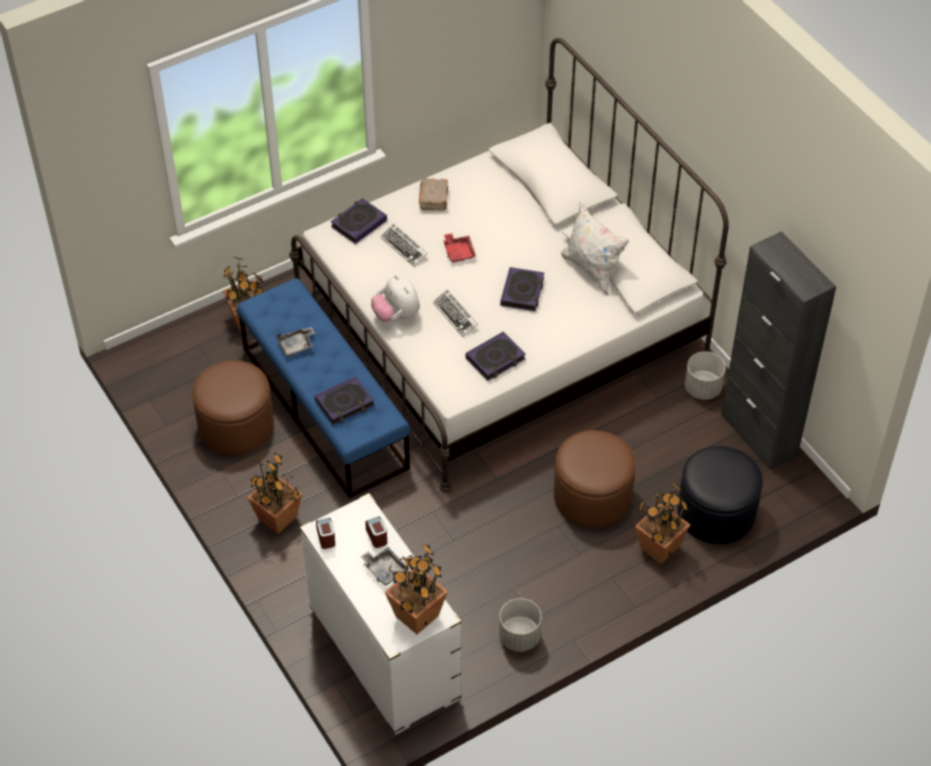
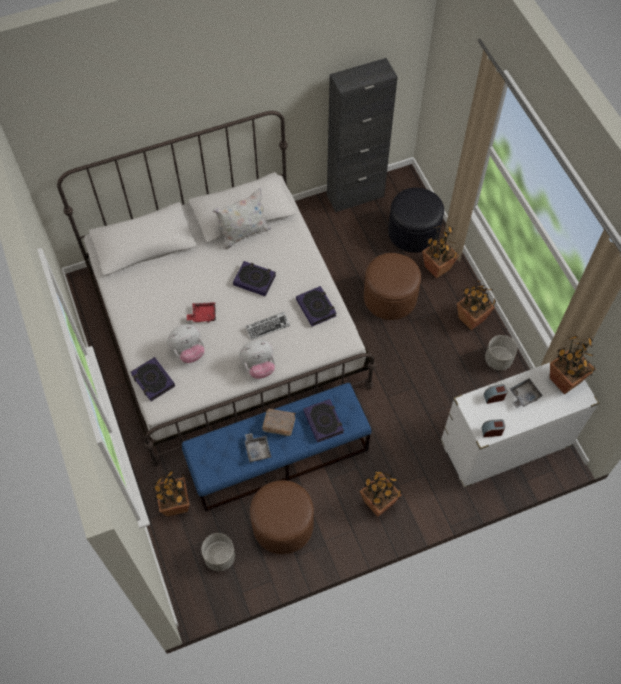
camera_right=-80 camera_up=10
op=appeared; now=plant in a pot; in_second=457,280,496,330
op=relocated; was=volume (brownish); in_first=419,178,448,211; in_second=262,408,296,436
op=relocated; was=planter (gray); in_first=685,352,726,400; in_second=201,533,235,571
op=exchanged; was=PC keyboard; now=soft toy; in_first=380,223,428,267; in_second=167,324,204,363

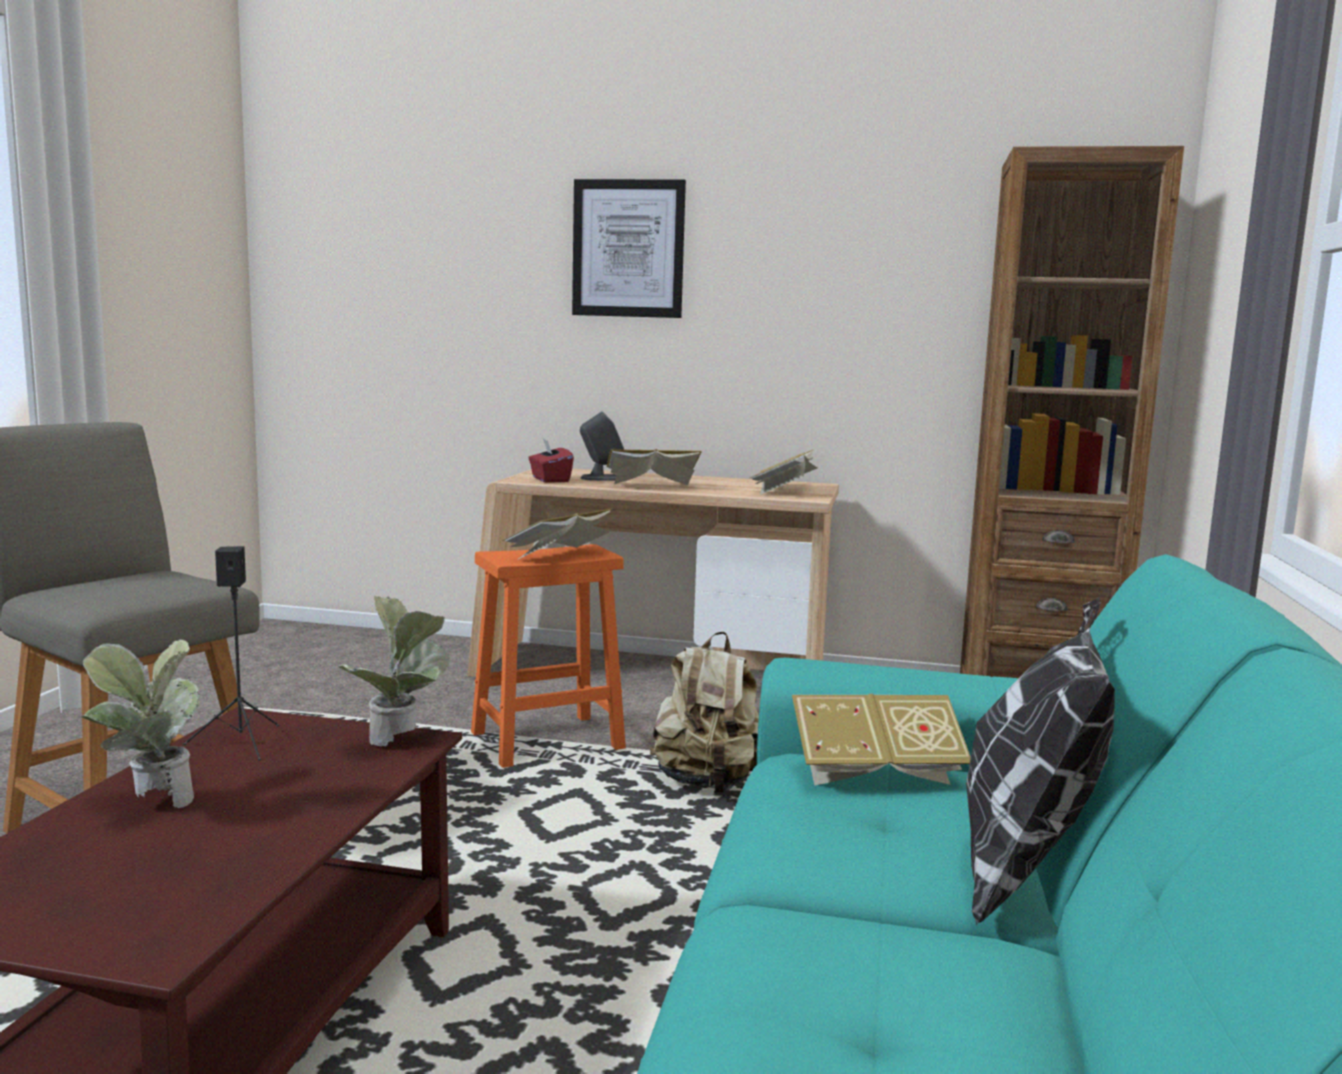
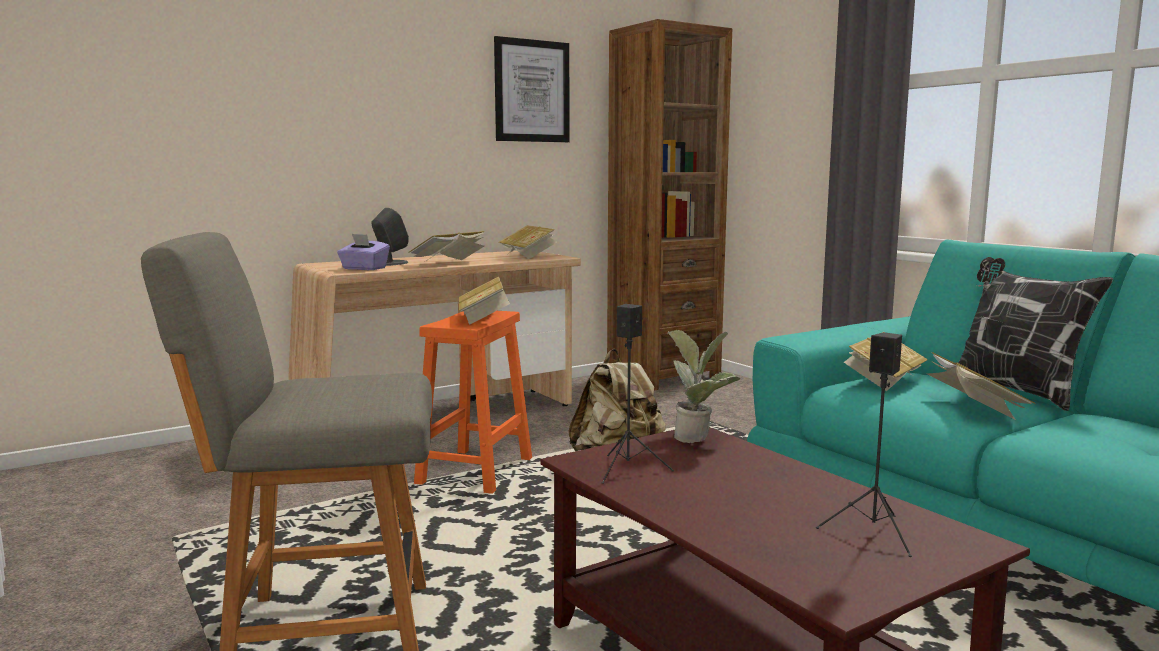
camera_right=-45 camera_up=0
op=missing; was=plant in a pot; in_first=81,639,200,808
op=appeared; now=loudspeaker (blackish); in_second=816,332,912,557
op=appeared; now=volume; in_second=928,352,1035,420
op=relocated; was=wall picture; in_first=572,179,686,318; in_second=494,36,570,142
op=colour; was=box of tissues (red-coloured); now=box of tissues (purple-coloured); in_first=528,439,574,483; in_second=337,234,390,270

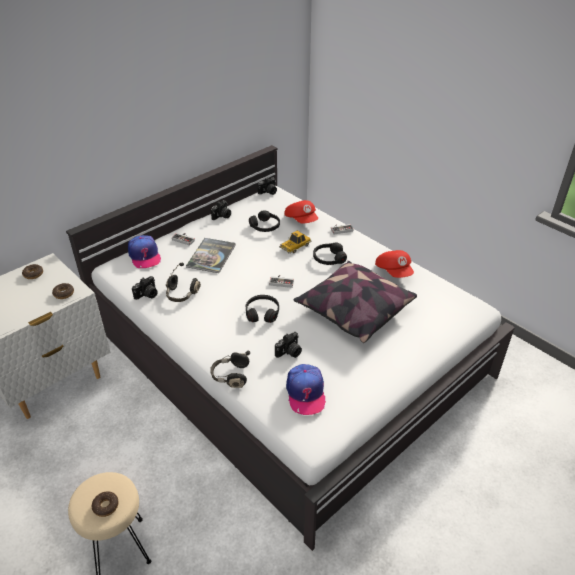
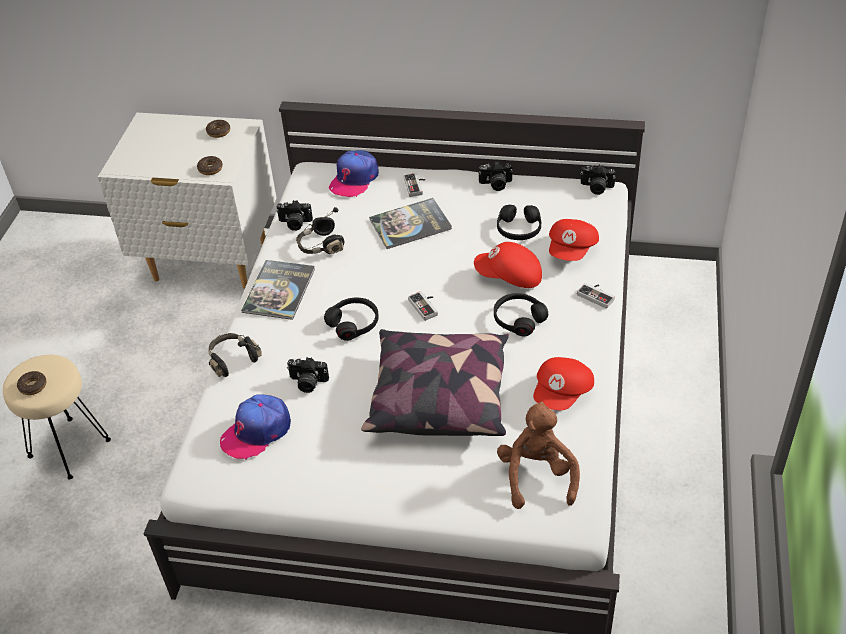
camera_right=55 camera_up=5
op=appeared; now=volume; in_second=241,260,315,320
op=appeared; now=soft toy (brownish); in_second=497,401,580,509
op=exchanged; was=toy car; now=baseball cap (red-coloured); in_first=279,230,312,254; in_second=474,242,542,288

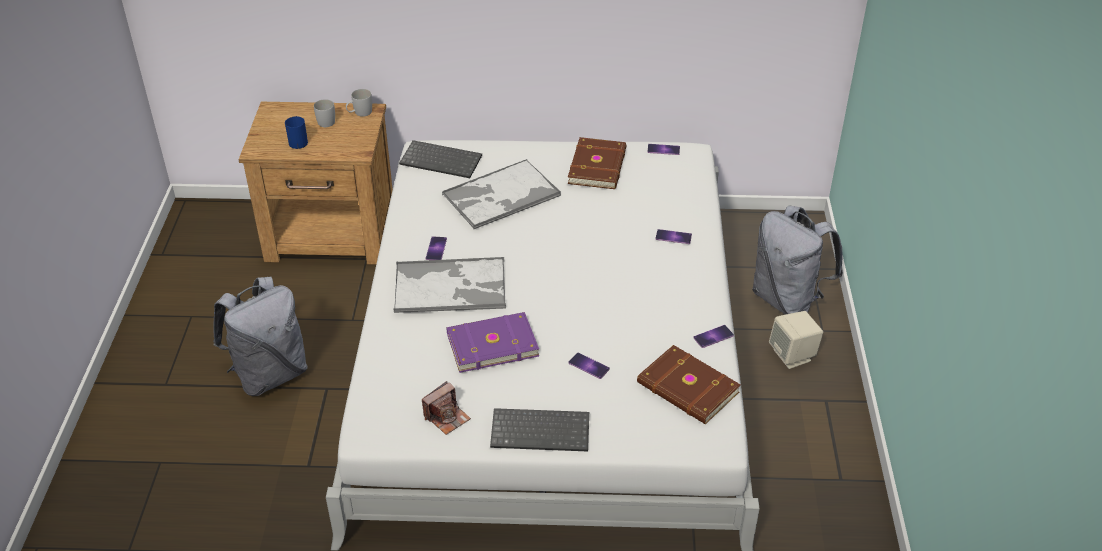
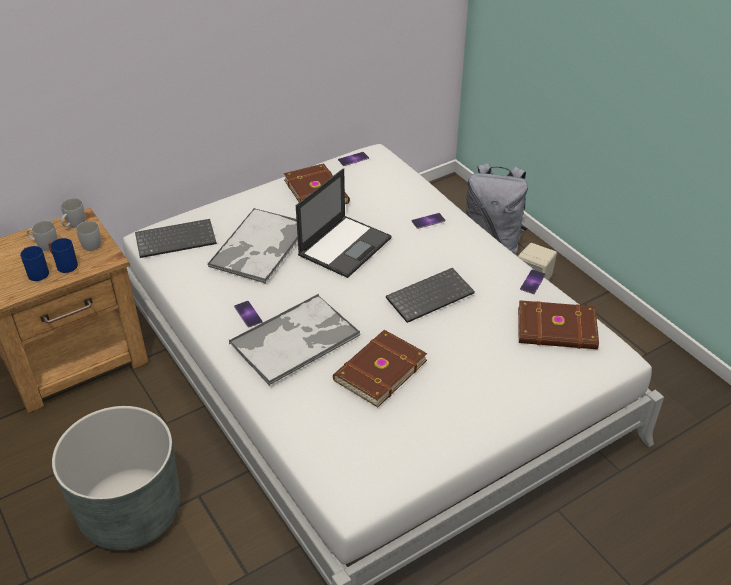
camera_right=-35 camera_up=0
op=missing; was=still camera; in_first=422,381,471,435
op=missing; was=handset; in_first=568,352,610,379
op=appeared; now=tea mug (bluish); in_second=48,238,78,273
op=appeared; now=tea mug (white); in_second=76,221,101,251
op=appeared; now=notebook computer; in_second=296,168,392,278
op=relocated; was=PC keyboard; in_first=490,408,589,452; in_second=386,268,475,323
op=exchanged; was=rucksack (gray); now=planter (gray); in_first=213,277,308,396; in_second=52,406,180,550
op=colour; was=volume (purple-coloured); now=volume (brownish); in_first=446,312,539,373; in_second=333,330,428,407

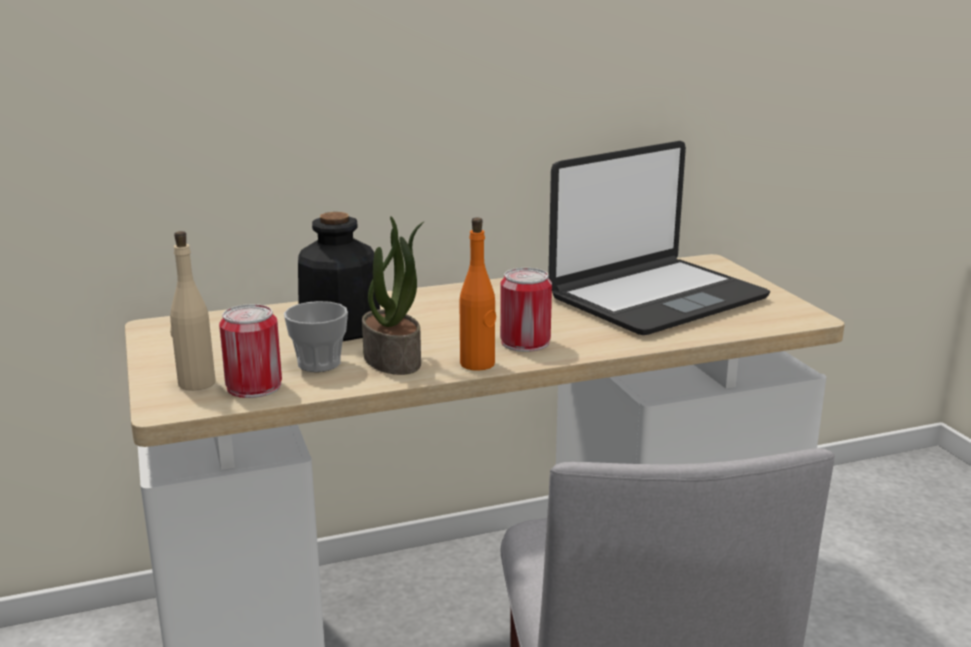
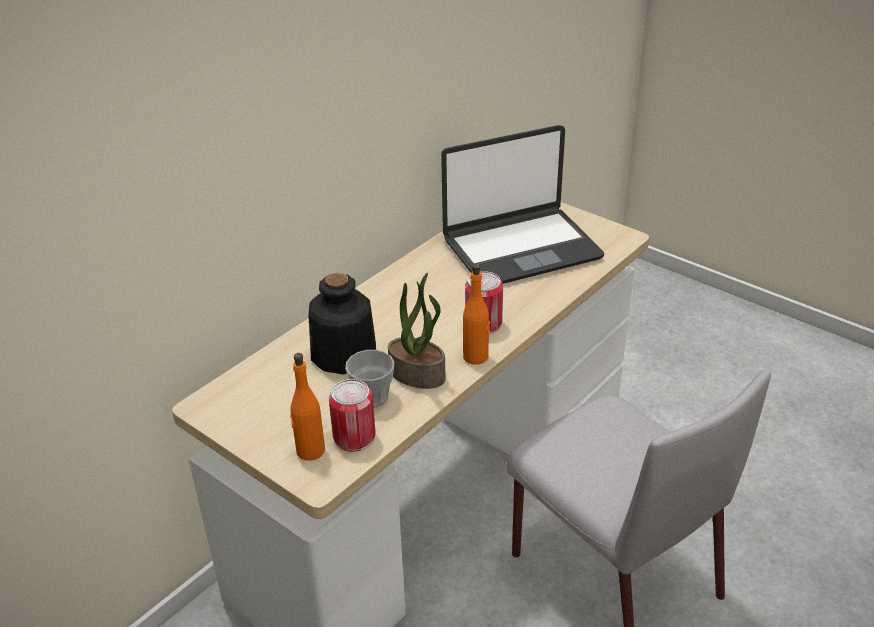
camera_right=-30 camera_up=15
op=colour; was=bottle (sand-coloured); now=bottle (orangey); in_first=170,231,215,391; in_second=290,353,325,461
op=spun; was=notebook computer; in_first=548,141,770,335; in_second=441,125,604,284; clockwise=45

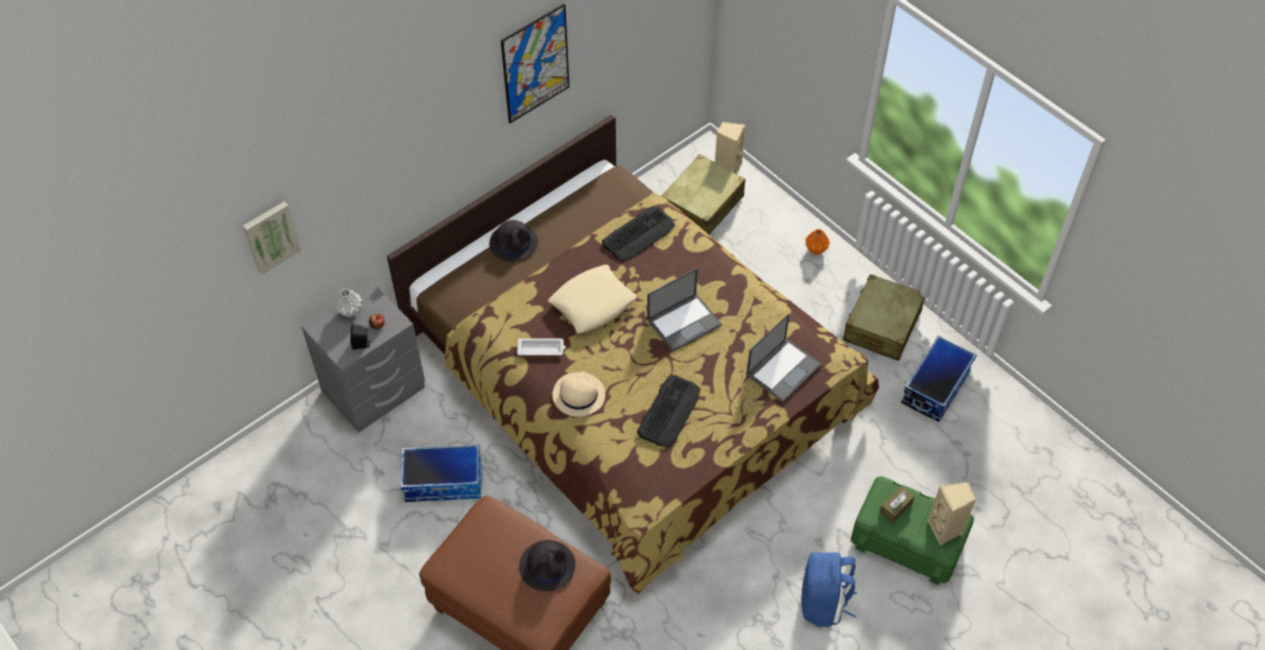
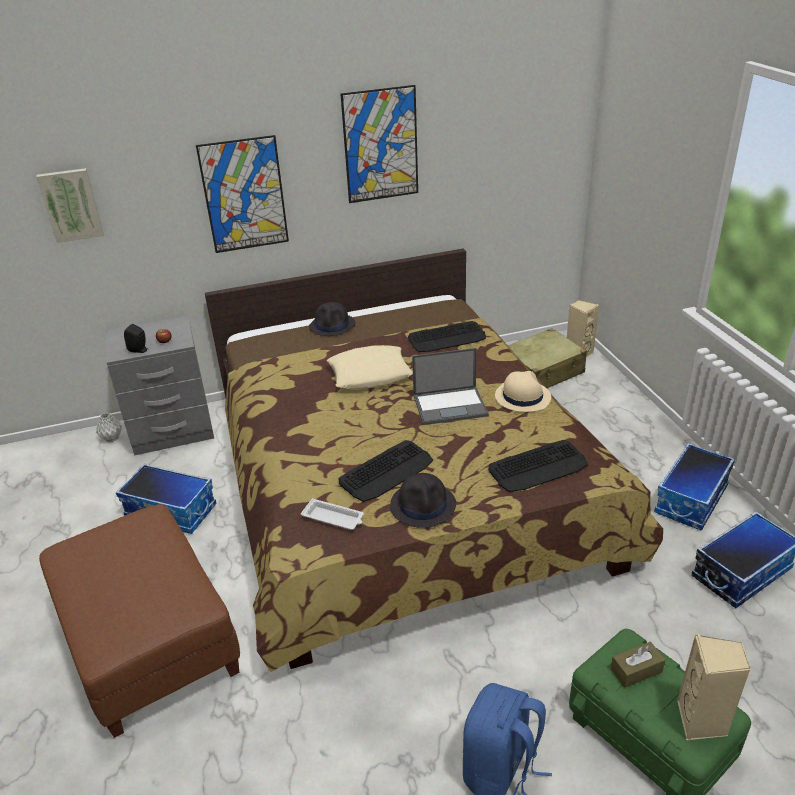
camera_right=25 camera_up=-20
op=missing; was=flower vase (orangey); in_first=805,229,830,255
op=appeared; now=wall picture; in_second=196,135,289,253
op=relocated; was=flower vase (gray); in_first=334,289,363,317; in_second=96,413,122,442
op=relocated; was=serving tray (white); in_first=517,338,566,355; in_second=301,498,364,530
op=relocated; was=wearable hat (blackish); in_first=519,540,575,591; in_second=390,473,456,528
op=relocated; was=wearable hat (sand-coloured); in_first=553,372,605,417; in_second=495,371,551,412
op=exchanged; was=notebook computer; now=PC keyboard; in_first=746,313,822,402; in_second=489,440,588,492
op=exchanged; was=suitcase (sand-coloured); now=storage bin; in_first=843,274,925,361; in_second=654,443,735,530

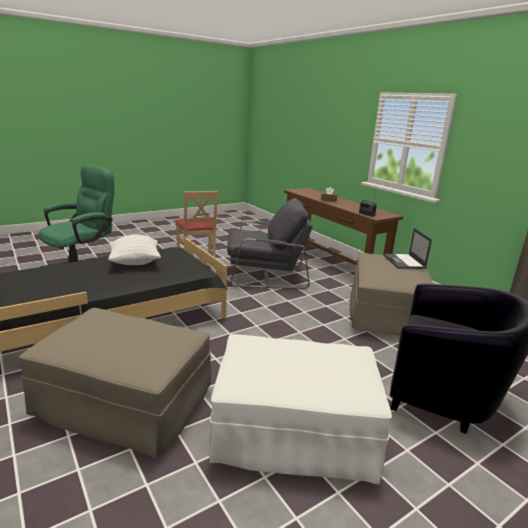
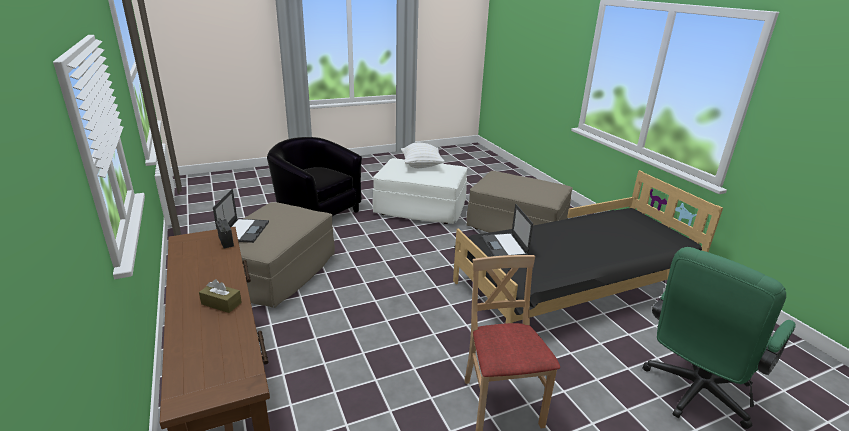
camera_right=-170 camera_up=5
op=missing; was=lounge chair (gray); in_first=227,198,313,289
op=appeared; now=notebook computer; in_second=481,204,533,256
op=relocated; was=cushion (white); in_first=108,234,161,265; in_second=401,143,445,168

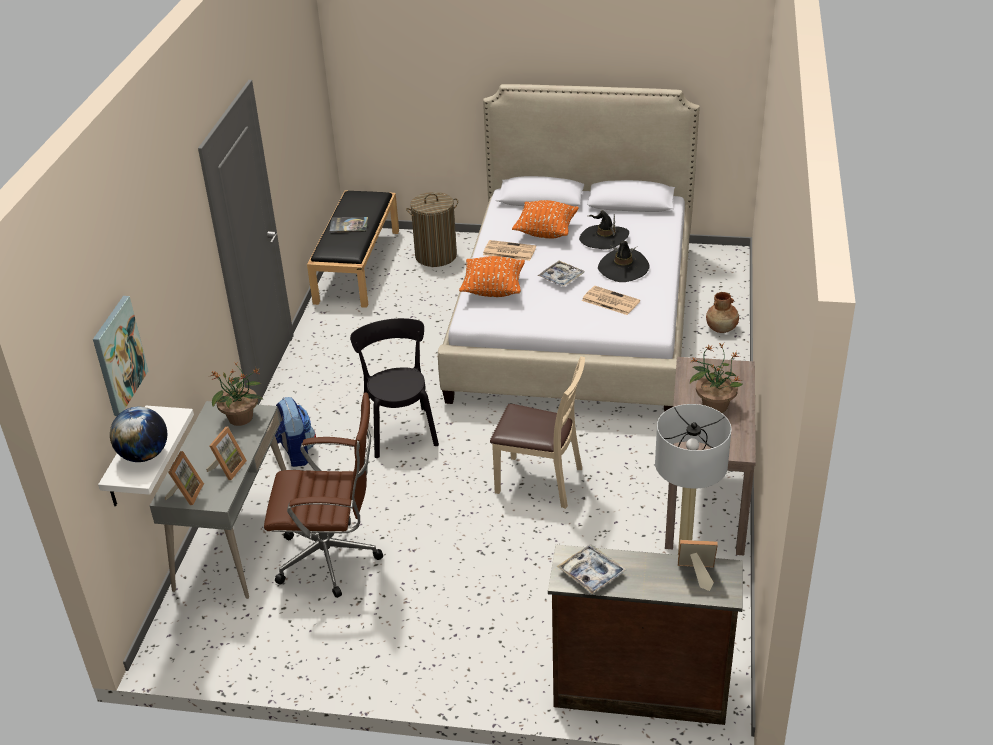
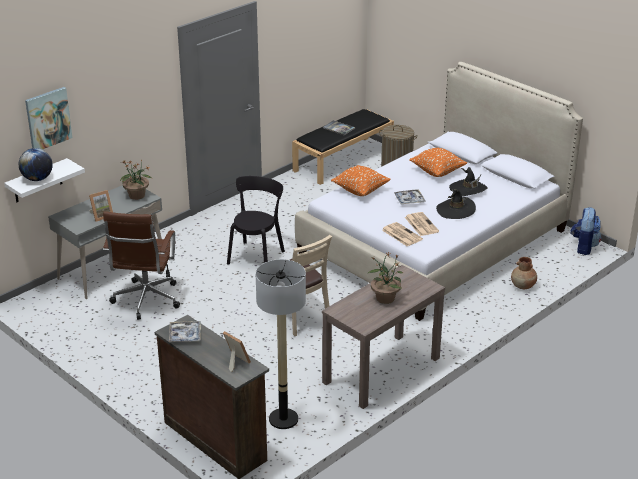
camera_right=35 camera_up=-5
op=missing; was=standing frame; in_first=165,451,204,505
op=relocated; was=rucksack; in_first=275,397,316,467; in_second=570,207,601,255
op=relocated; was=daily paper; in_first=483,240,536,261; in_second=382,222,423,246
op=spun; was=computer chair (brownish); in_first=264,392,383,598; in_second=103,211,180,320; clockwise=60

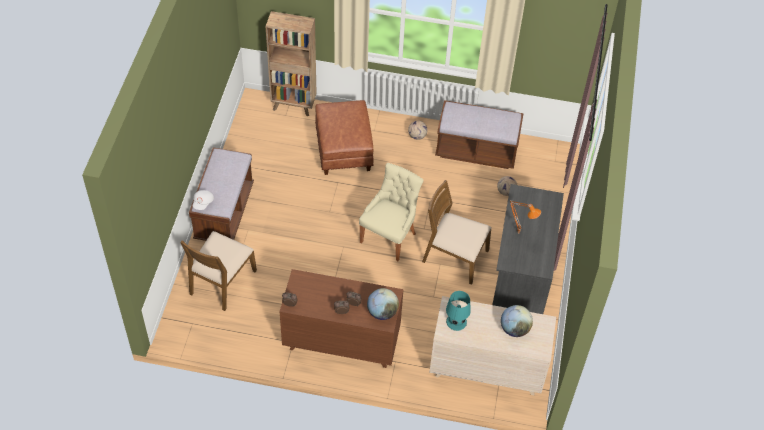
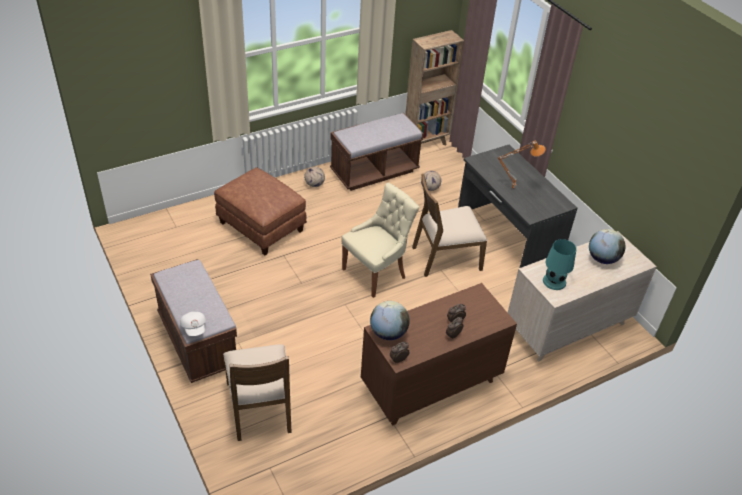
camera_right=-40 camera_up=-10
op=relocated; was=shelving unit (brownish); in_first=265,11,317,116; in_second=405,30,464,146
op=relocated; was=world globe; in_first=367,288,399,320; in_second=370,301,410,340
op=spun; was=upright chair (sand-coloured); in_first=359,163,424,261; in_second=341,182,419,298; clockwise=60

